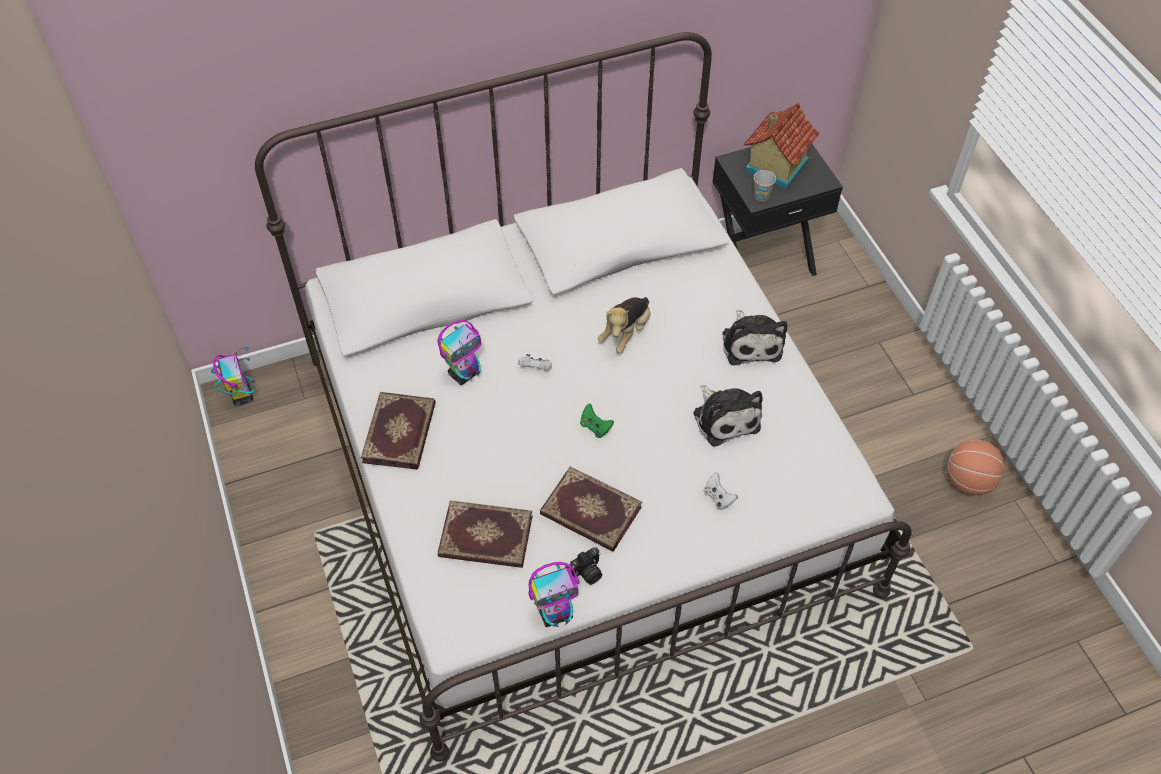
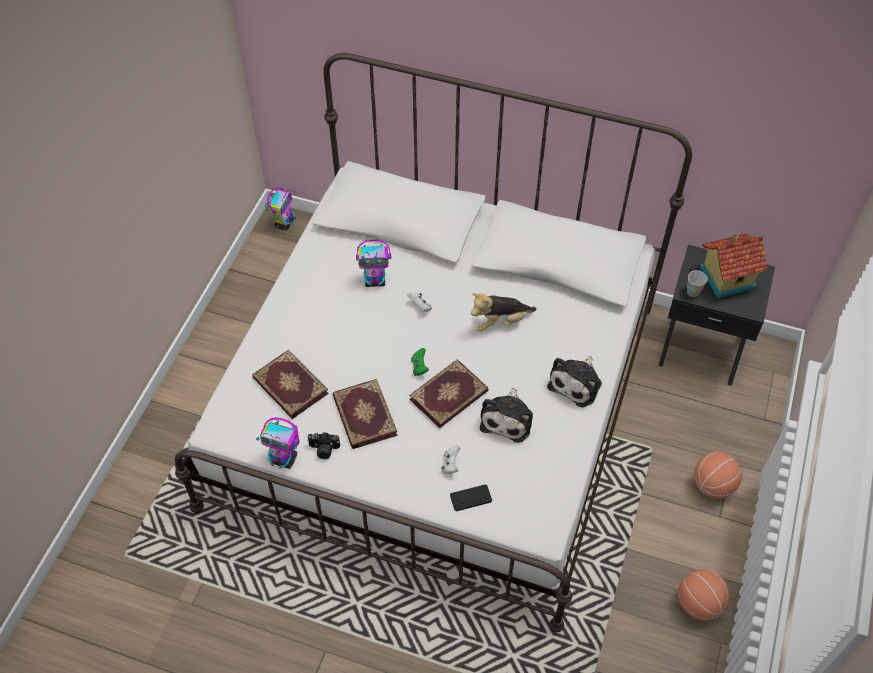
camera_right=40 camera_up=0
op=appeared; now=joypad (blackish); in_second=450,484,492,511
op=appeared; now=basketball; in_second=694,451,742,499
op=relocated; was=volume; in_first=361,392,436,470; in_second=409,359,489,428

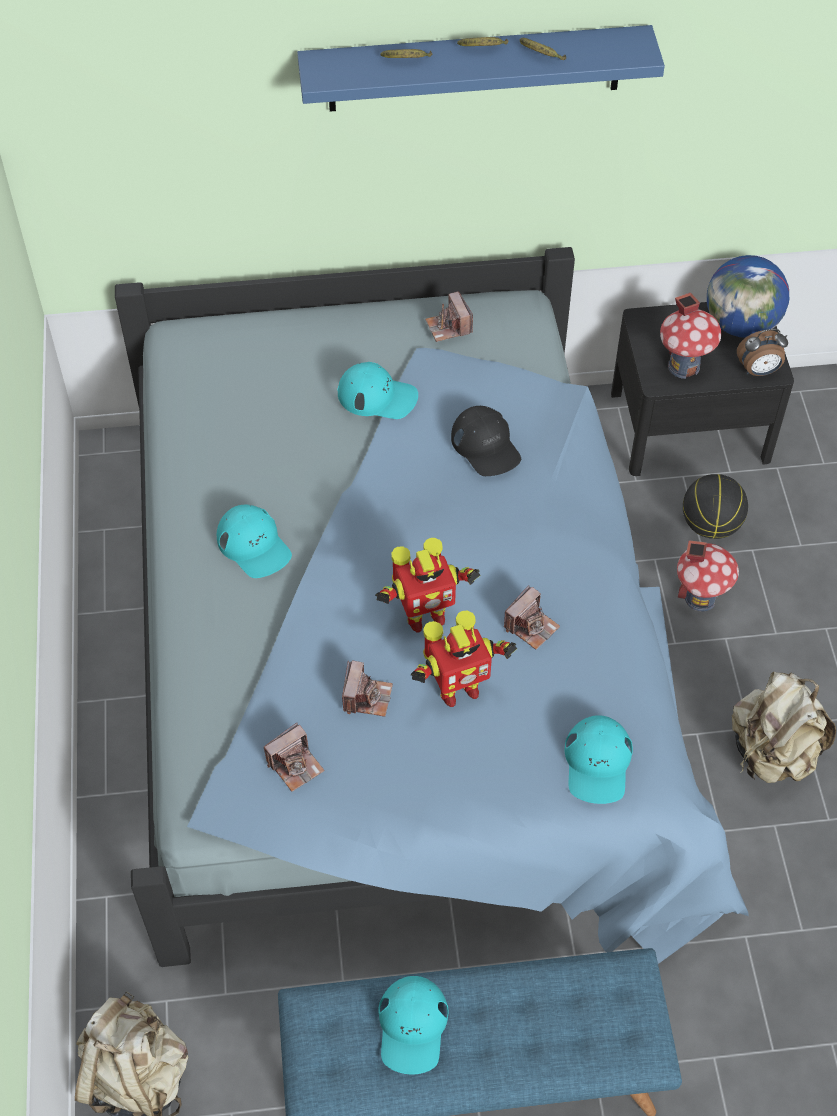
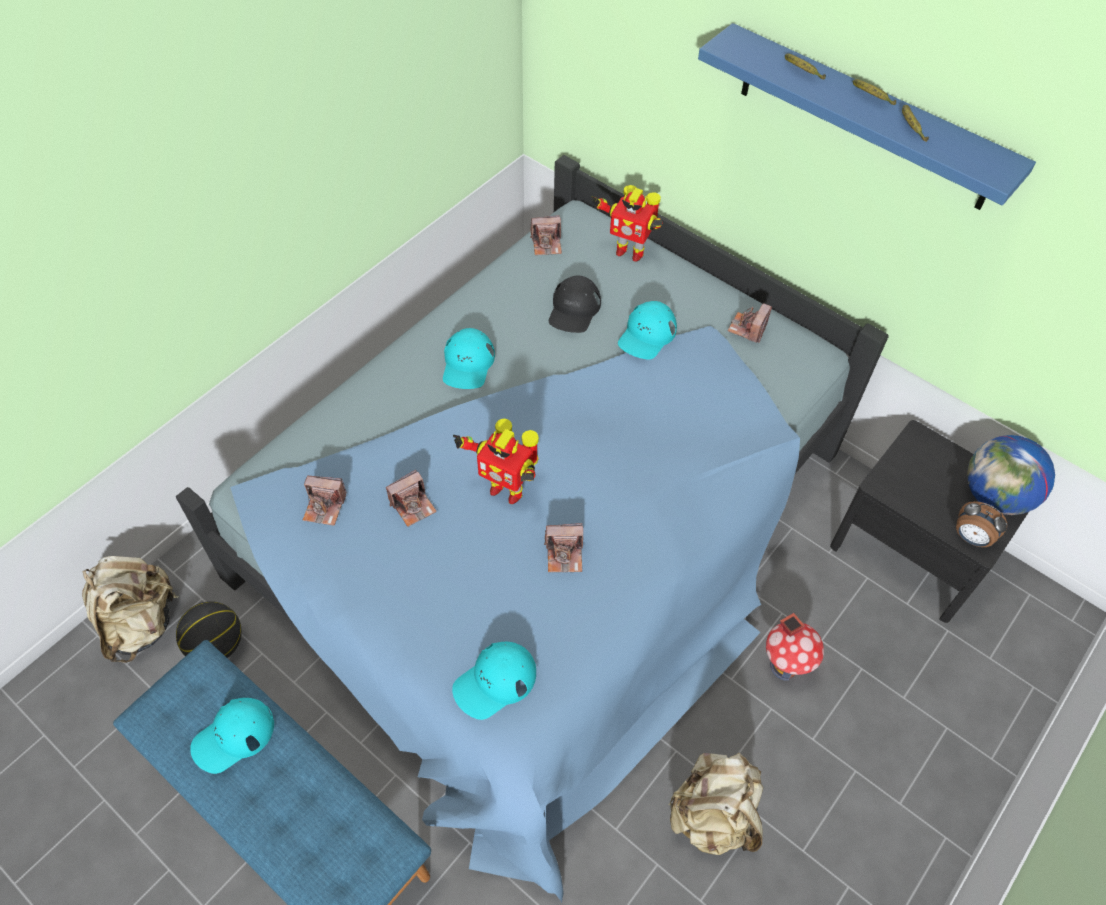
camera_right=45 camera_up=0
op=missing; was=toy house; in_first=660,293,721,379
op=appeared; now=still camera; in_second=530,215,562,255
op=relocated; was=toy robot; in_first=411,610,517,707; in_second=592,185,663,262
op=relocated; was=baseball cap (blackish); in_first=451,406,521,476; in_second=549,276,601,333
op=relocated; was=basketball; in_first=683,474,748,539; in_second=176,601,242,658
op=spun; was=baseball cap (turquoise); in_first=337,362,418,419; in_second=618,301,677,360; clockwise=60

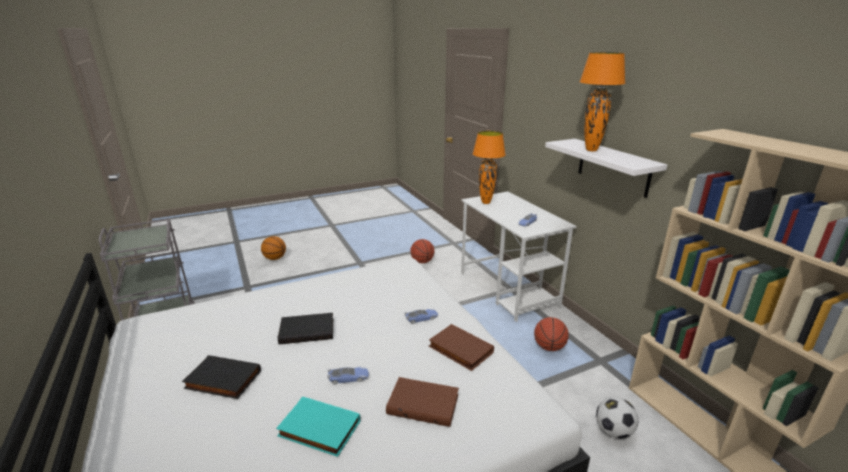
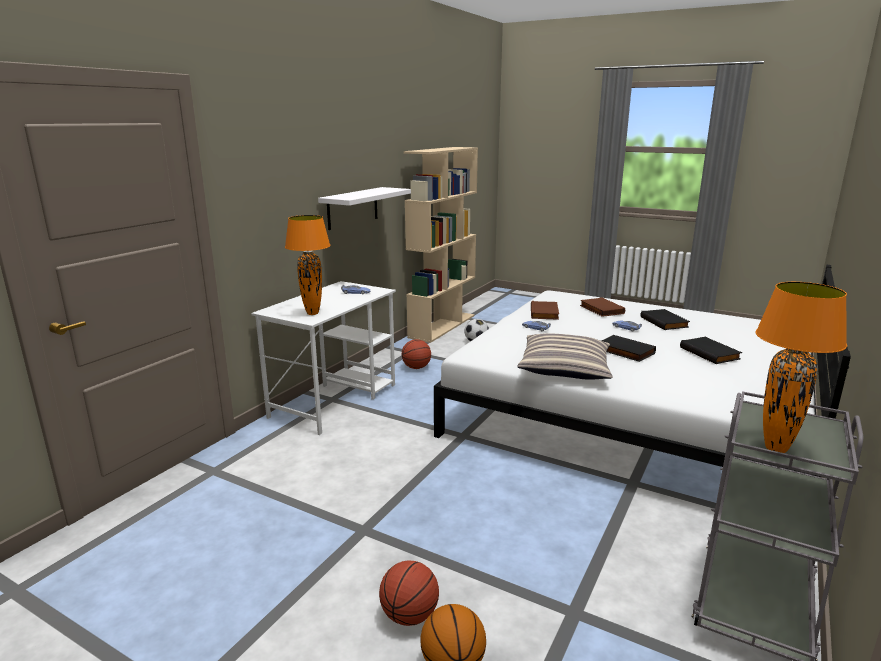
camera_right=-125 camera_up=-5
op=appeared; now=cushion; in_second=518,333,612,380
op=relocated; was=basketball; in_first=410,239,435,263; in_second=379,560,439,626
op=relocated; was=lamp for a table (orangey); in_first=580,52,625,151; in_second=756,282,847,453
op=colour; was=volume (turquoise); now=volume (blackish); in_first=276,397,361,457; in_second=640,309,690,330

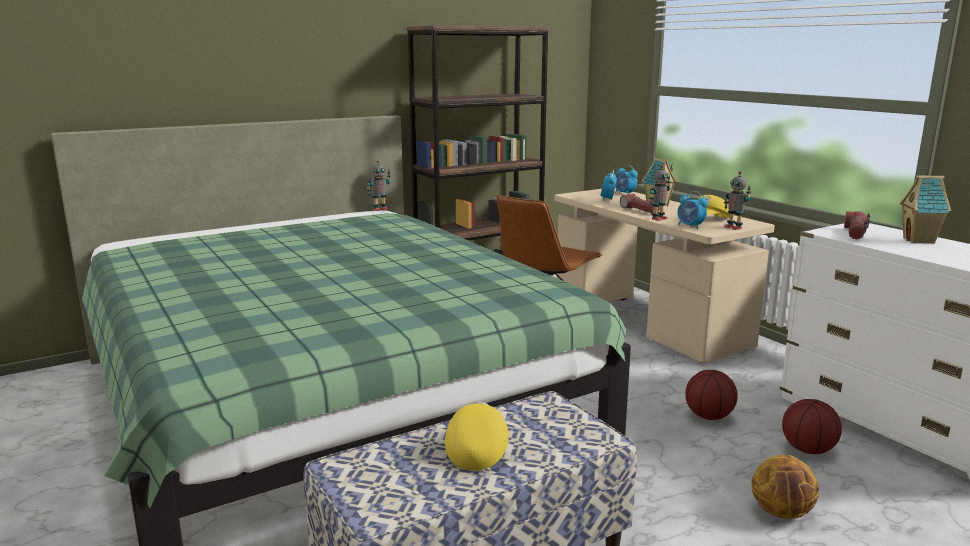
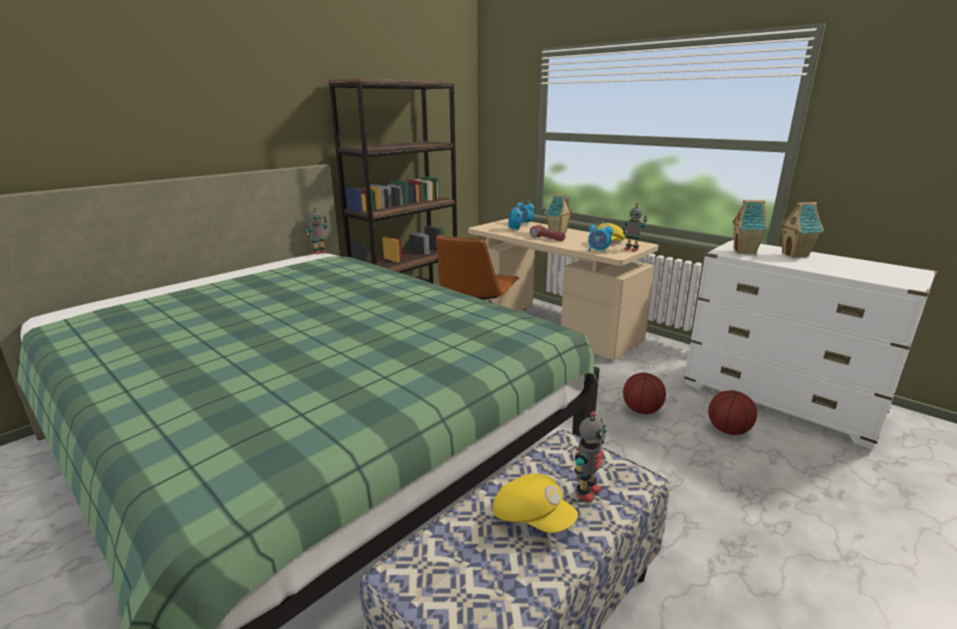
camera_right=-15 camera_up=5
op=missing; was=basketball; in_first=752,455,819,519
op=relocated; was=toy robot; in_first=649,165,671,221; in_second=574,411,607,503
op=exchanged; was=torch; now=toy house; in_first=844,211,870,239; in_second=732,200,768,254
op=spun; was=baseball cap (yellow); in_first=445,402,509,471; in_second=493,474,578,533; clockwise=135

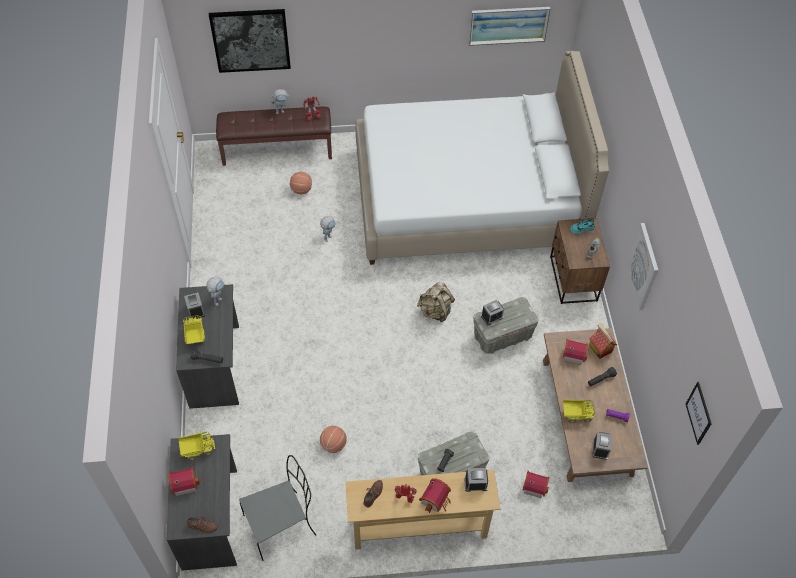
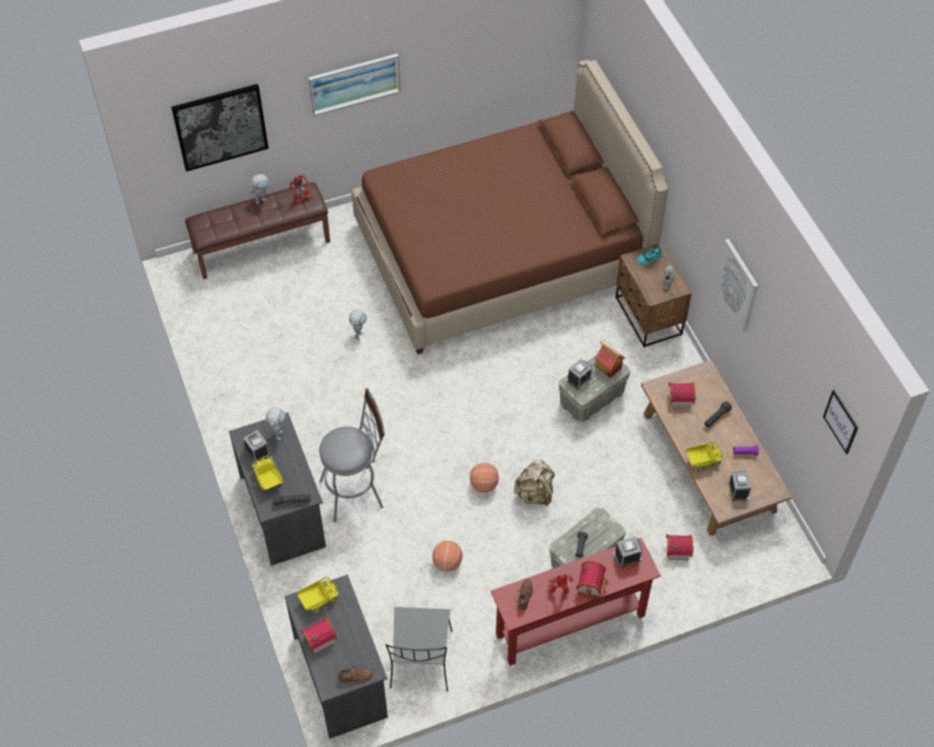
camera_right=-15 camera_up=0
op=appeared; now=stool seat (gray); in_second=319,388,385,522
op=relocated; was=basketball; in_first=290,172,312,194; in_second=470,463,499,492
op=relocated; was=rucksack (sand-coloured); in_first=417,282,455,322; in_second=514,459,555,506
op=relocated; was=wall picture; in_first=469,7,550,46; in_second=308,54,401,116
op=relocated; was=toy house; in_first=589,323,617,359; in_second=595,339,625,378
op=colour; was=hall table (sand-coloured); now=hall table (red-coloured); in_first=345,469,500,550; in_second=491,538,661,666
op=colour; was=sleeping bed (white); now=sleeping bed (brownish); in_first=355,51,609,265; in_second=352,60,668,354
op=spun; was=upright chair (gray); in_first=239,455,316,561; in_second=385,607,452,691; clockwise=135

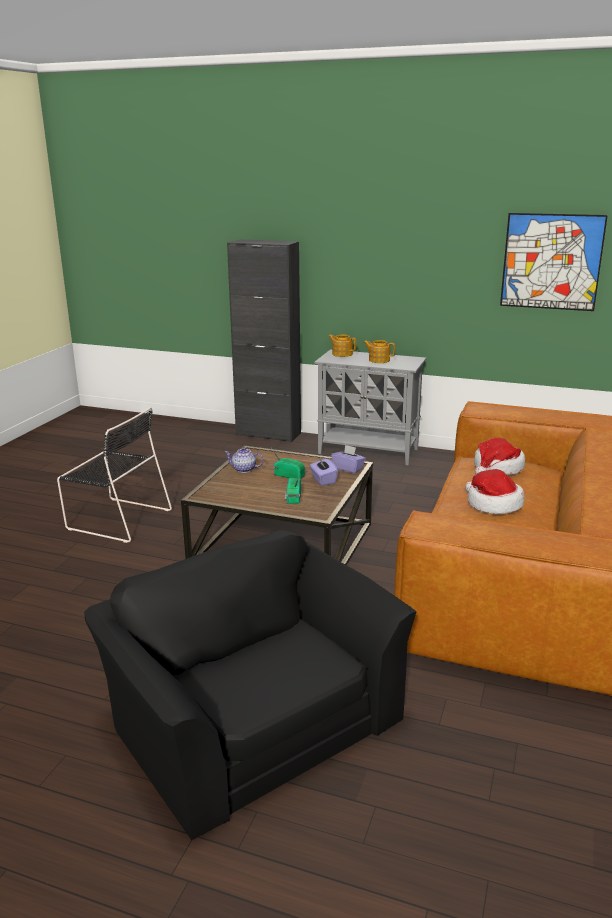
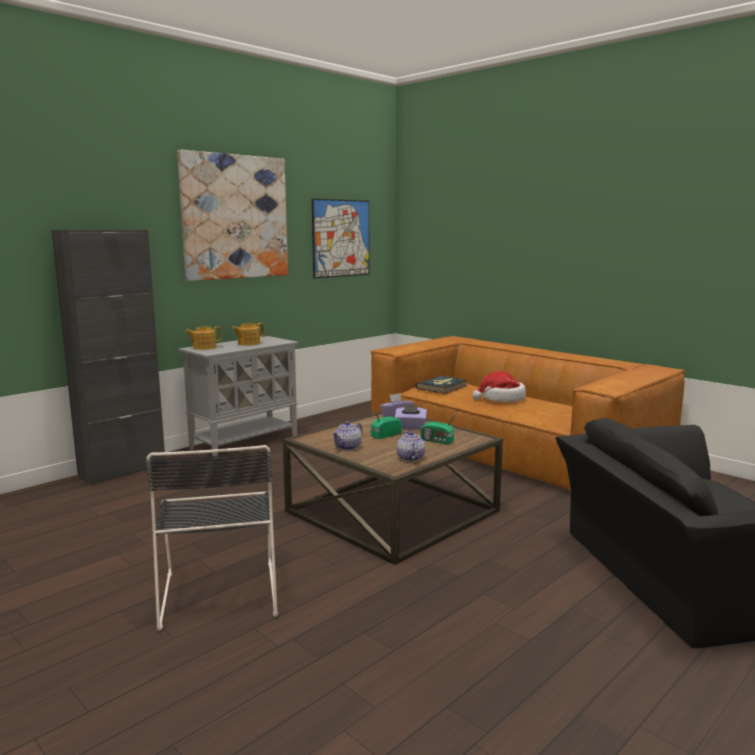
camera_right=-65 camera_up=-10
op=appeared; now=wall picture; in_second=177,150,288,281
op=appeared; now=tea pot; in_second=396,431,425,462
op=exchanged; was=wearable hat; now=volume; in_first=474,438,525,475; in_second=415,376,468,394
op=spun; was=upright chair (blackish); in_first=57,407,172,543; in_second=146,445,278,631; clockwise=120

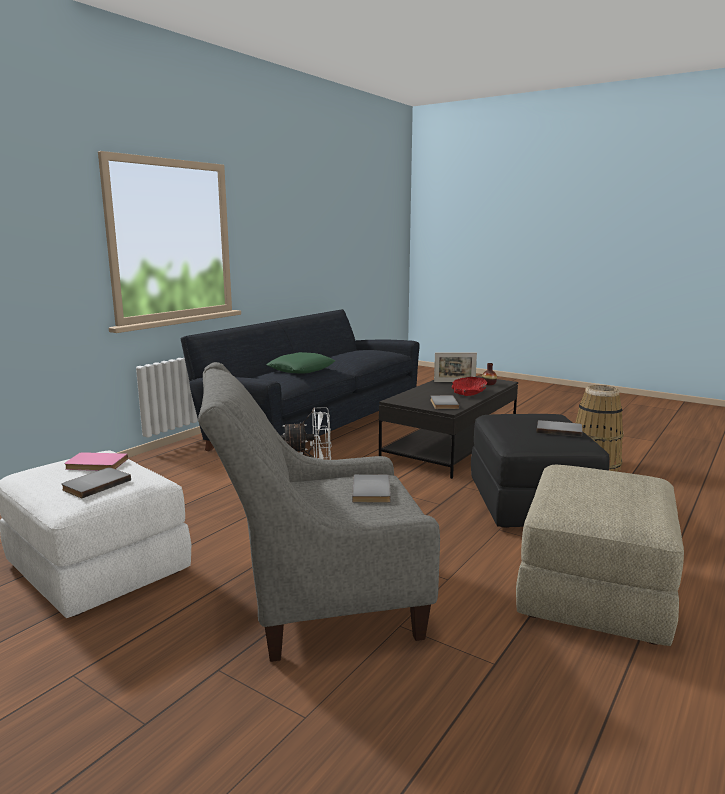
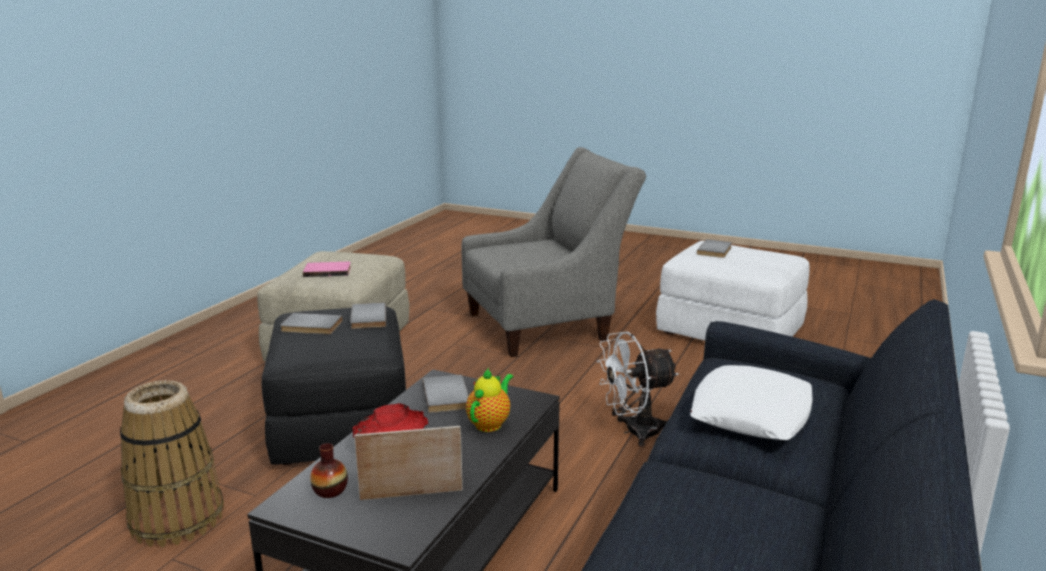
camera_right=170 camera_up=5
op=appeared; now=tea pot; in_second=466,368,514,432
op=relocated; was=volume (pinkish); in_first=64,452,128,471; in_second=303,262,351,277
op=relocated; was=volume (gray); in_first=352,474,391,503; in_second=350,302,386,329
op=colour; was=cushion (green); now=cushion (white); in_first=267,352,335,374; in_second=690,365,813,440

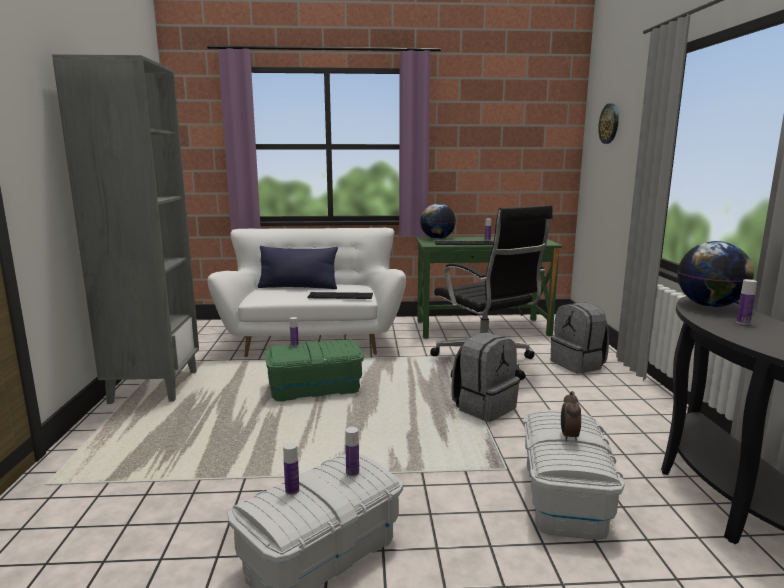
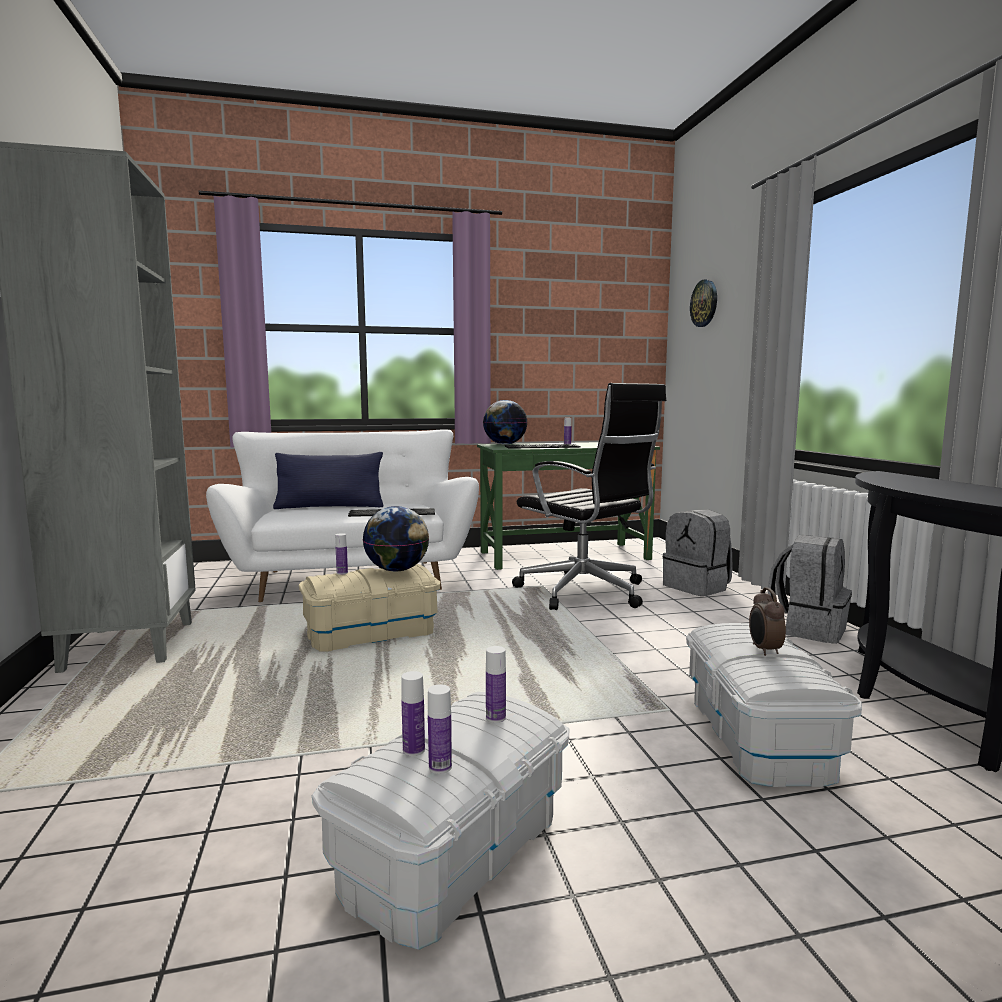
camera_right=-10 camera_up=-5
op=relocated; was=rucksack (gray); in_first=451,332,520,422; in_second=768,535,852,644
op=relocated; was=world globe; in_first=677,241,754,307; in_second=363,506,429,572
op=relocated; was=bottle; in_first=736,279,757,325; in_second=428,684,452,774
op=colour; was=storage bin (green); now=storage bin (sand-coloured); in_first=265,339,364,401; in_second=299,564,440,651

